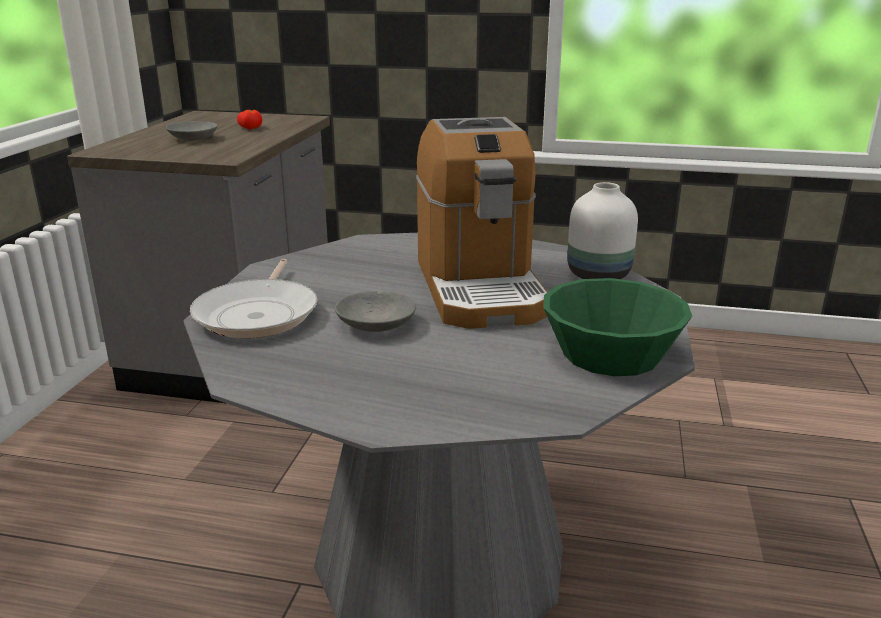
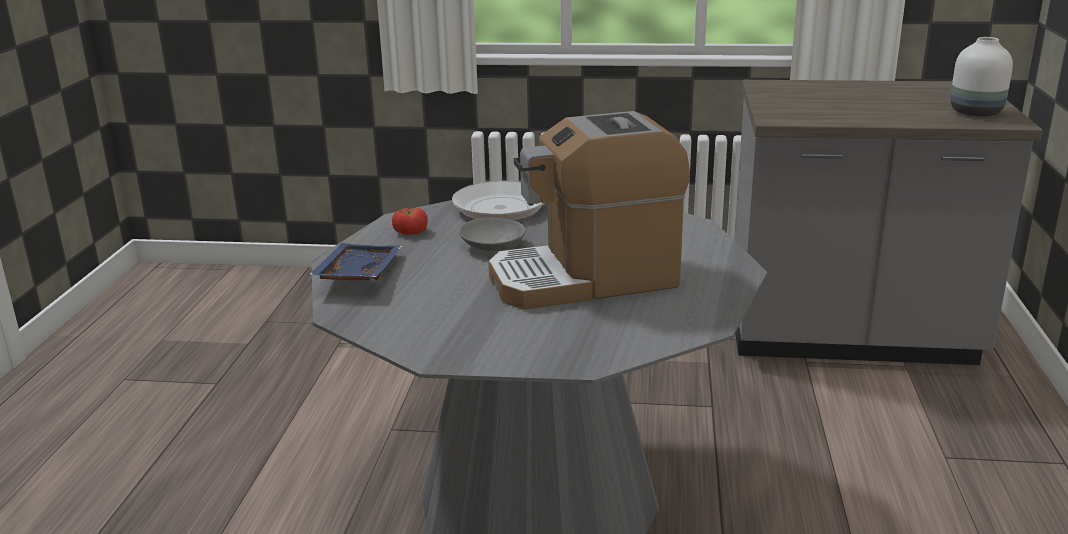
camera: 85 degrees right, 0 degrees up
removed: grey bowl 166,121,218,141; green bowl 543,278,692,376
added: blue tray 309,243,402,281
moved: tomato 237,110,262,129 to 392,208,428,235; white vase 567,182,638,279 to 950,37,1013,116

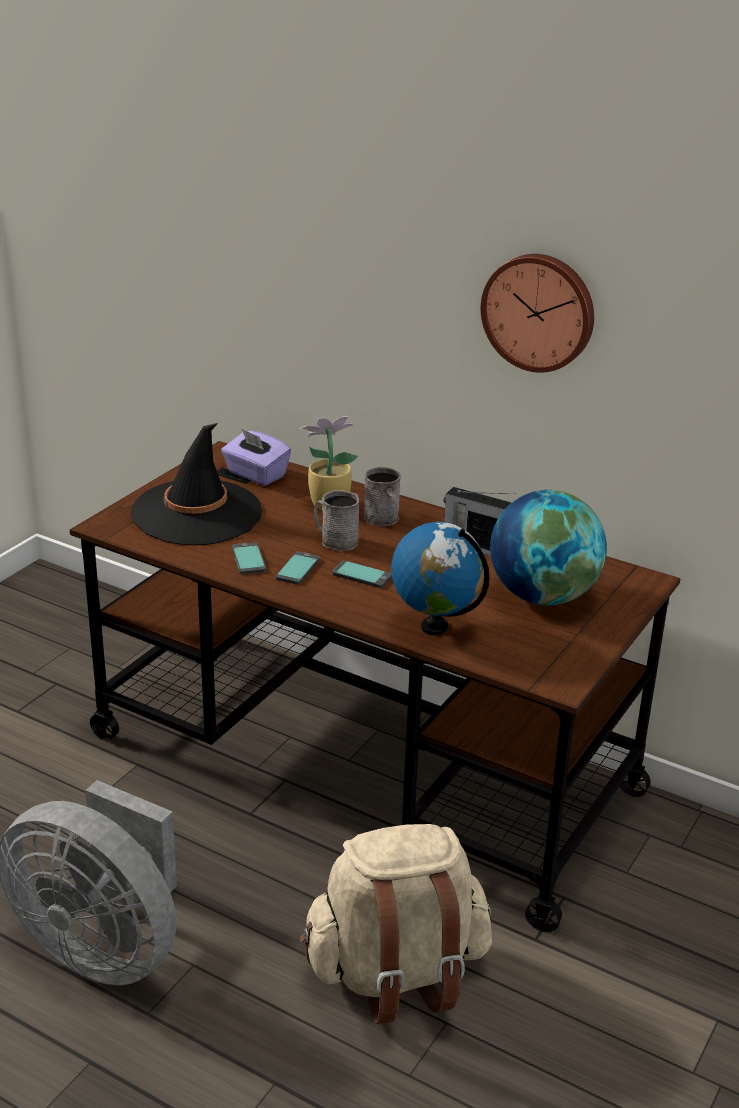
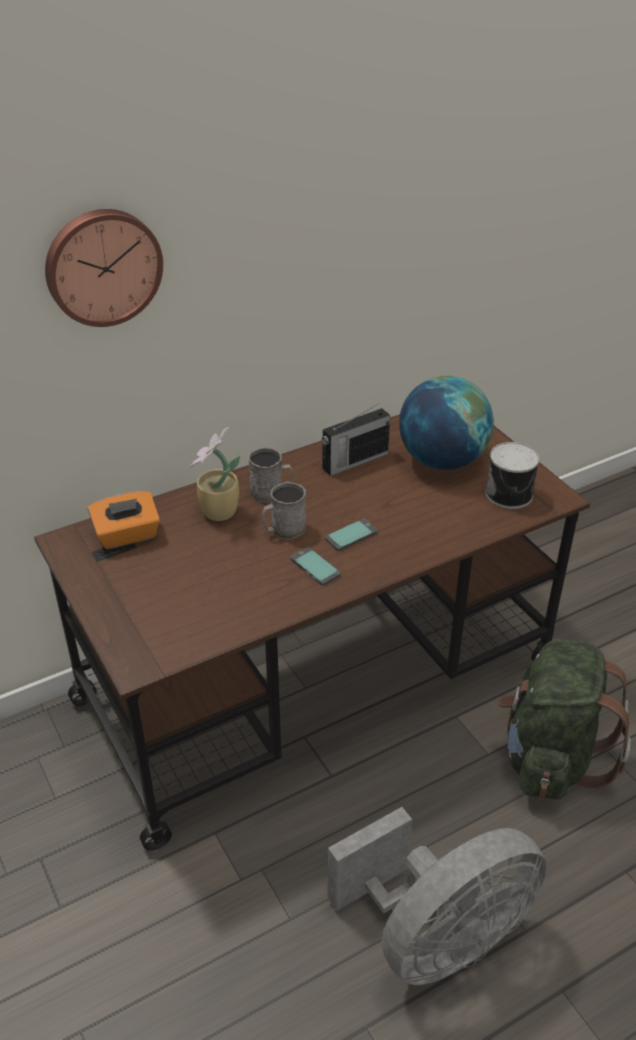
camera: 60 degrees left, 10 degrees up
removed: black hat 131,423,262,545; phone 232,542,266,574; globe 391,522,490,635
added: can 485,442,539,509
moved: wall clock 481,254,594,373 to 45,209,163,327
recoloured: purple tissue box 221,428,291,486 to orange tissue box 88,491,160,549; beige backpack 300,824,492,1024 to green backpack 499,639,631,800

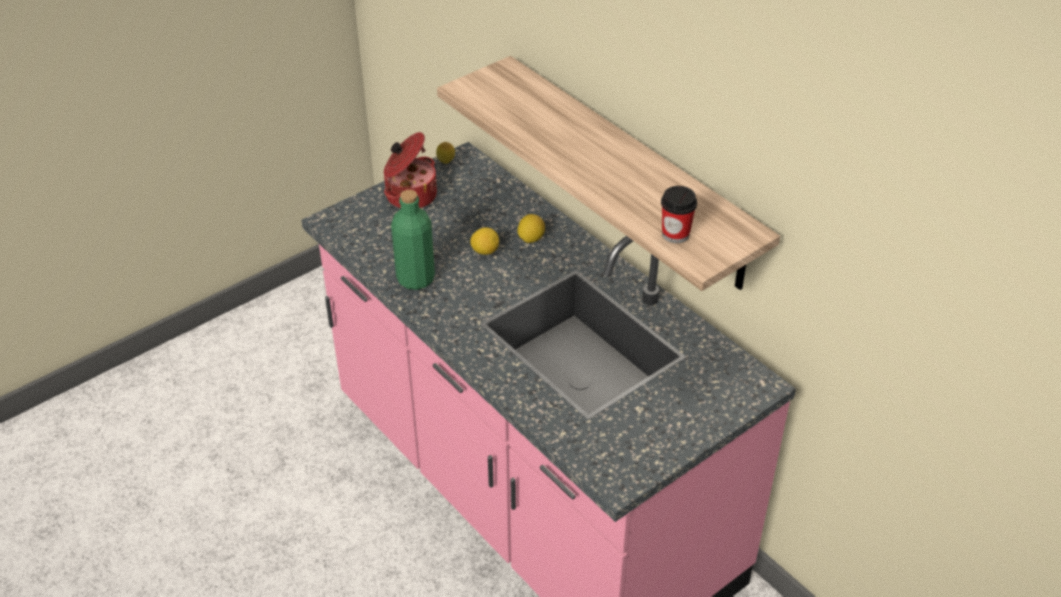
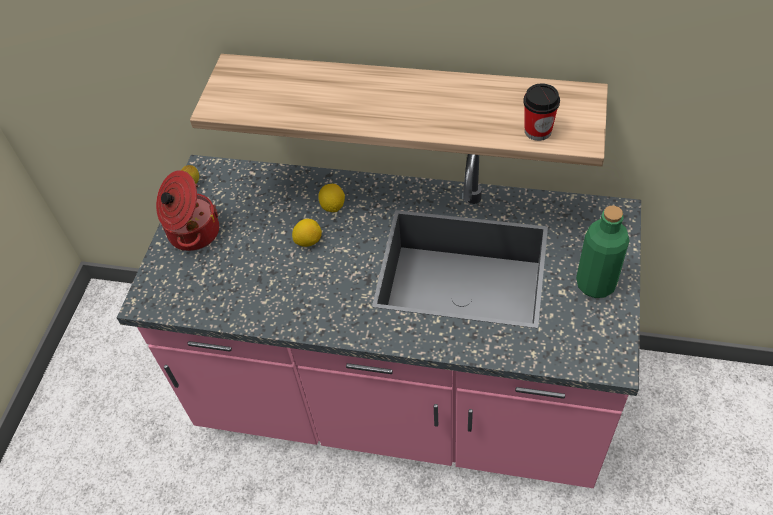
camera: 35 degrees left, 10 degrees up
moved: green bottle 391,190,435,290 to 576,205,630,298

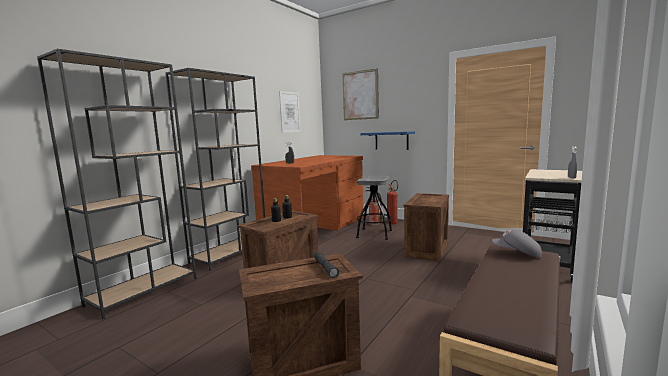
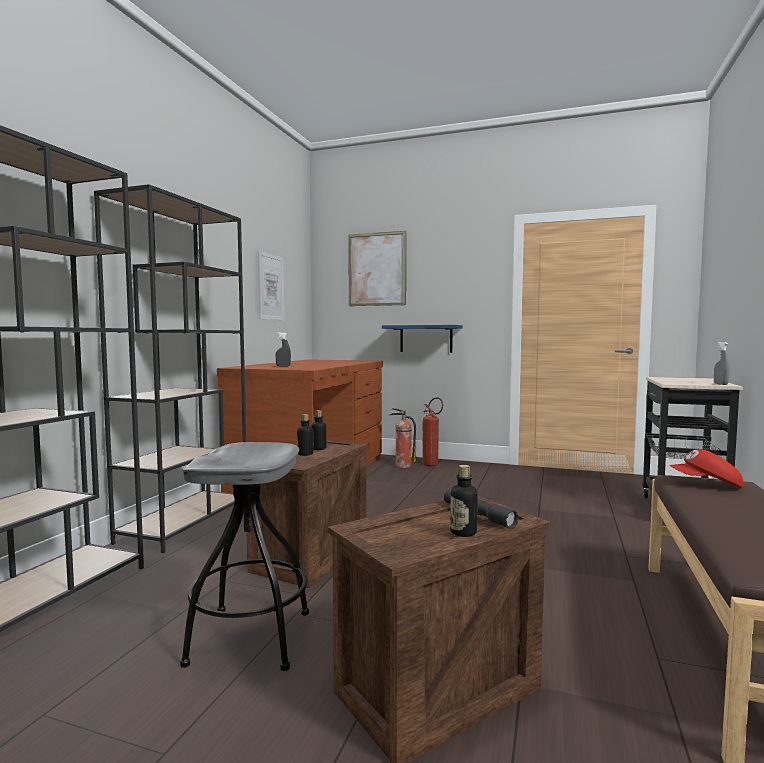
camera: 15 degrees left, 5 degrees down
removed: crate 404,193,449,262
added: bottle 450,465,477,537
moved: grey stool 356,175,392,240 to 180,442,309,671
recoloured: grey cap 492,229,542,258 to red cap 669,450,744,488

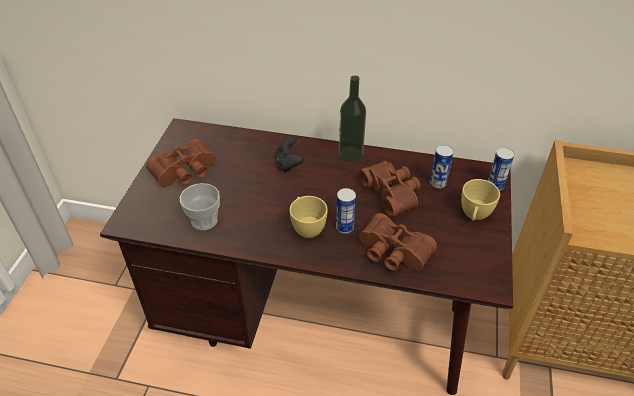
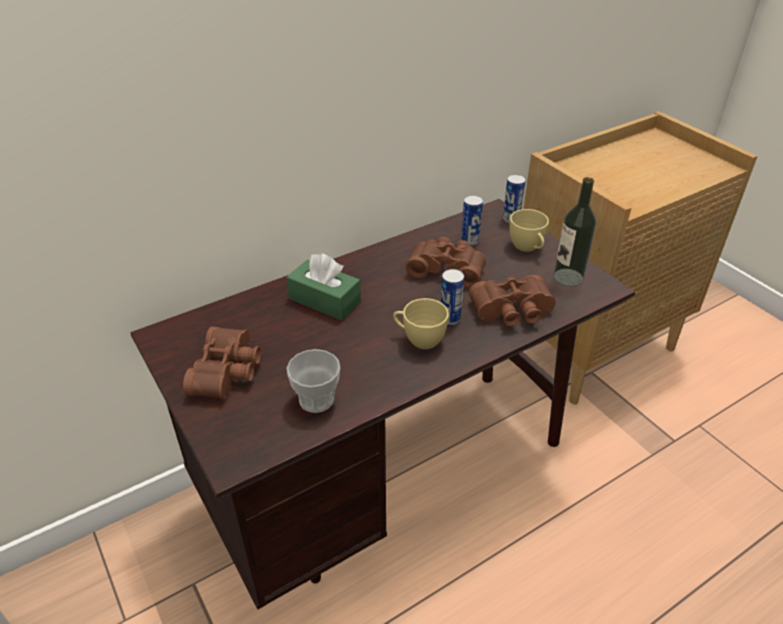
camera: 45 degrees left, 5 degrees down
moved: bottle 339,75,366,162 to 553,177,596,287
replaced: black game controller 275,136,304,173 to green tissue box 287,253,361,320

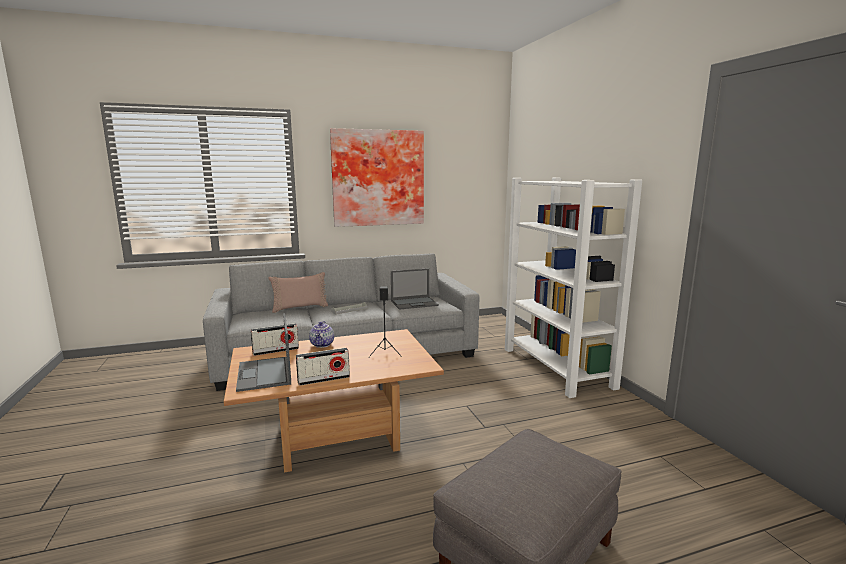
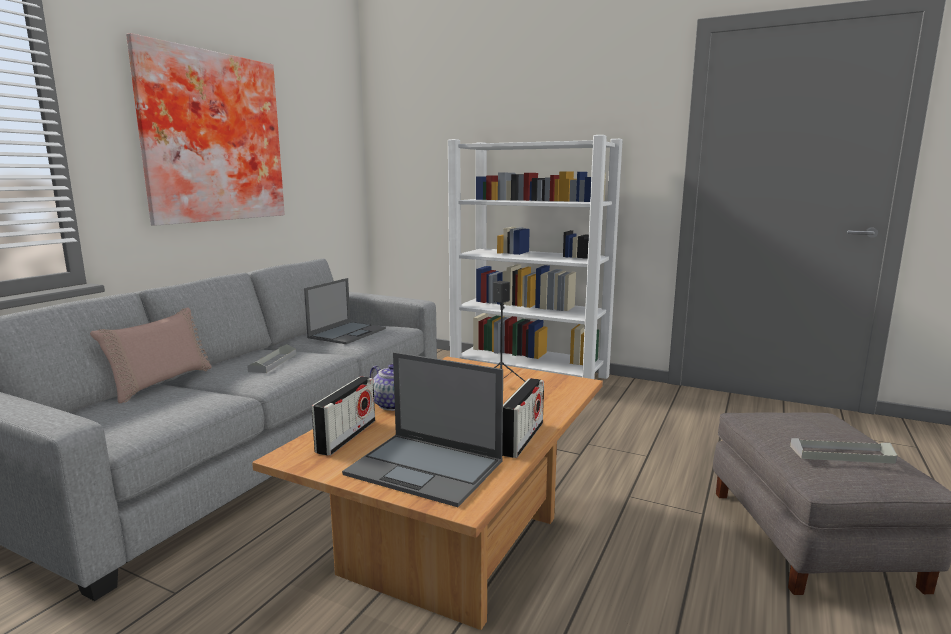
camera: 45 degrees left, 0 degrees up
added: grey tray 790,438,897,464

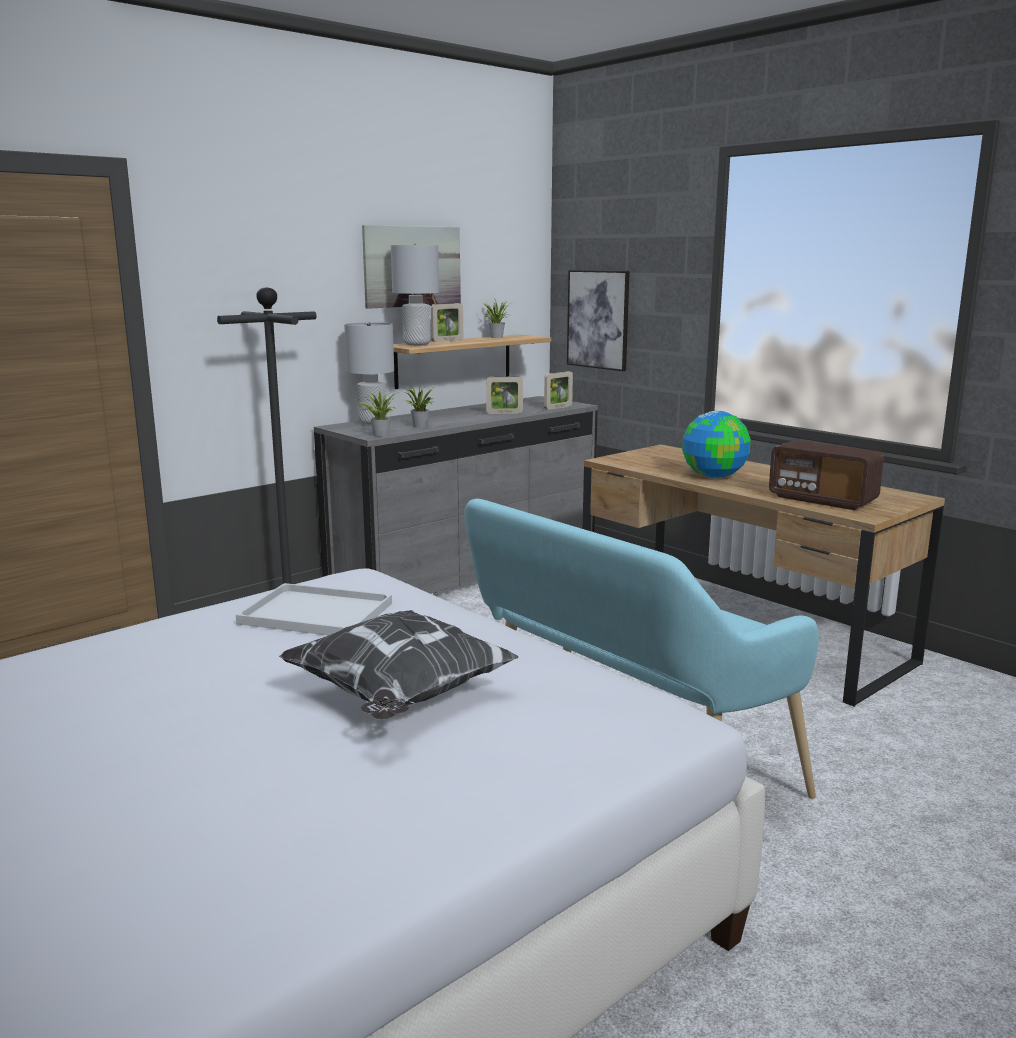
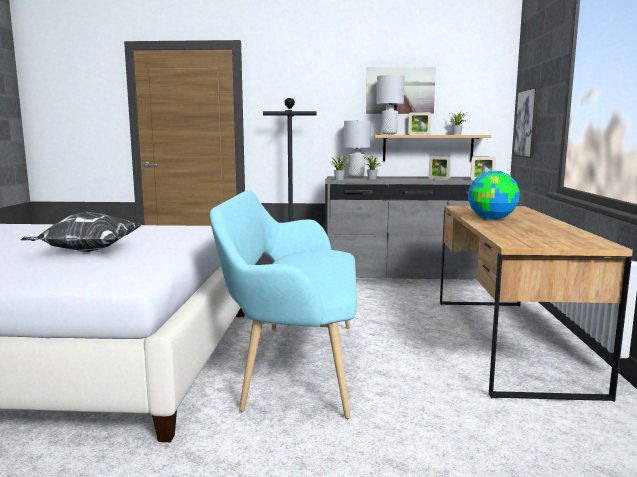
camera: 45 degrees right, 5 degrees down
removed: white tray 236,583,392,635; radio 769,440,884,510

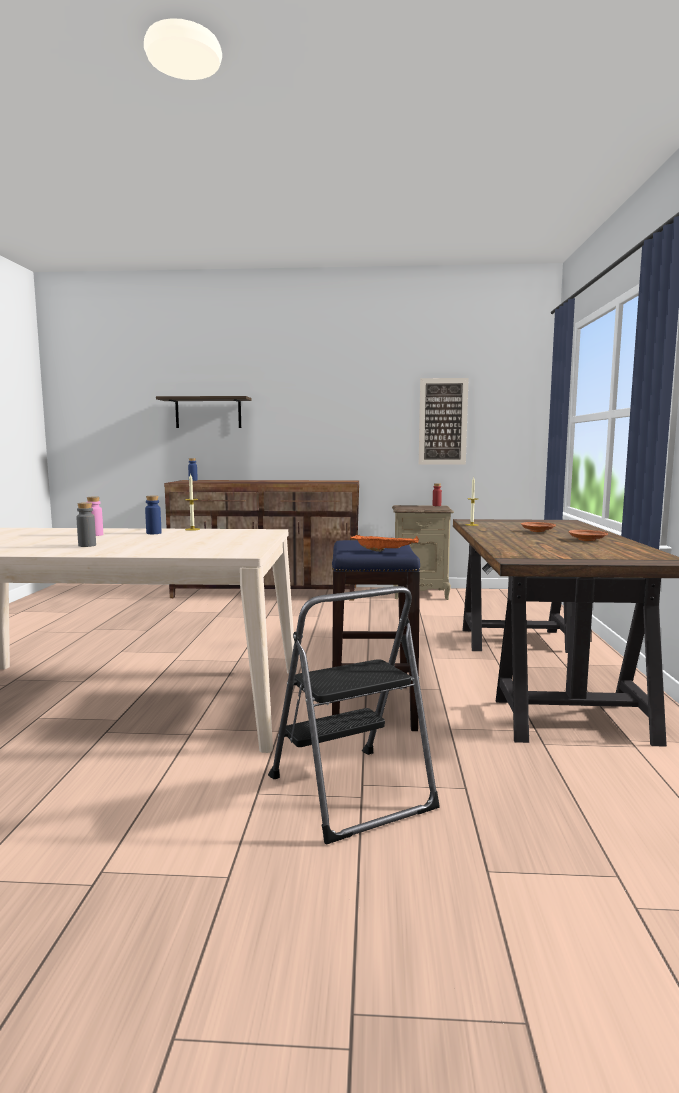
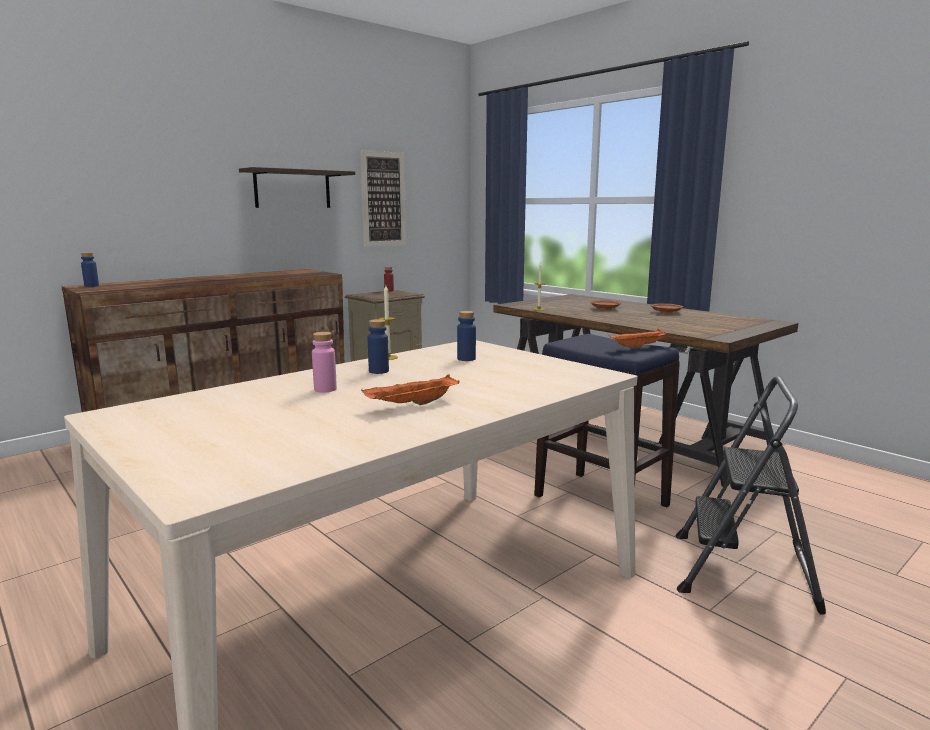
camera: 45 degrees left, 5 degrees up
added: blue bottle 457,311,476,361
moved: shelf 156,396,252,428 to 239,167,355,208
replaced: grey bottle 76,502,96,547 to orange tray 361,374,459,405

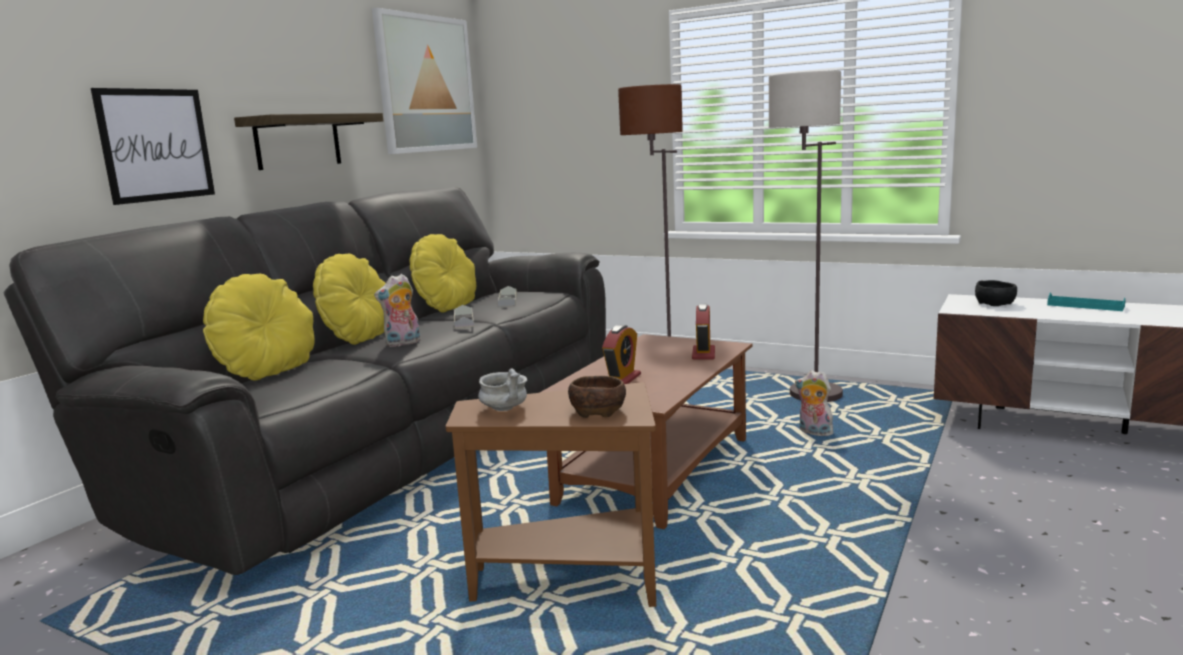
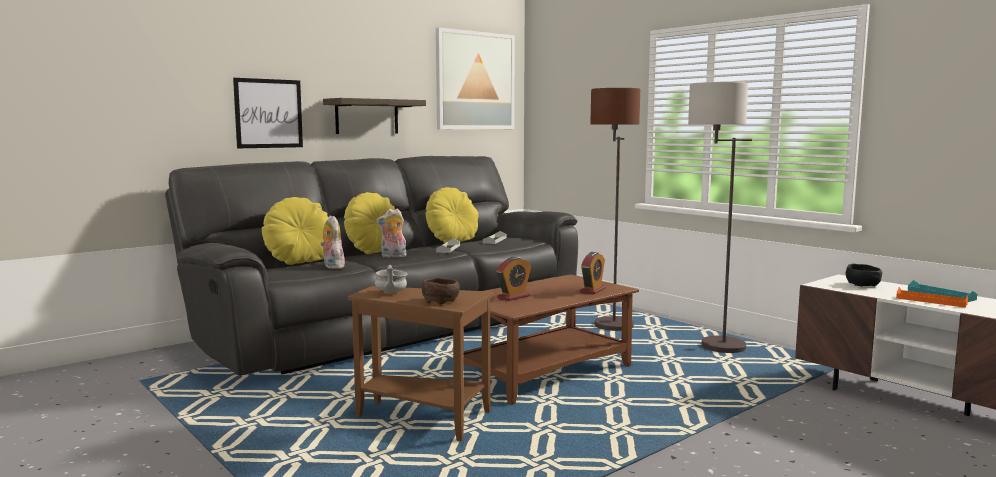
camera: 20 degrees right, 5 degrees down
added: orange tray 896,287,968,308
moved: plush toy 795,370,833,436 to 320,215,345,269

